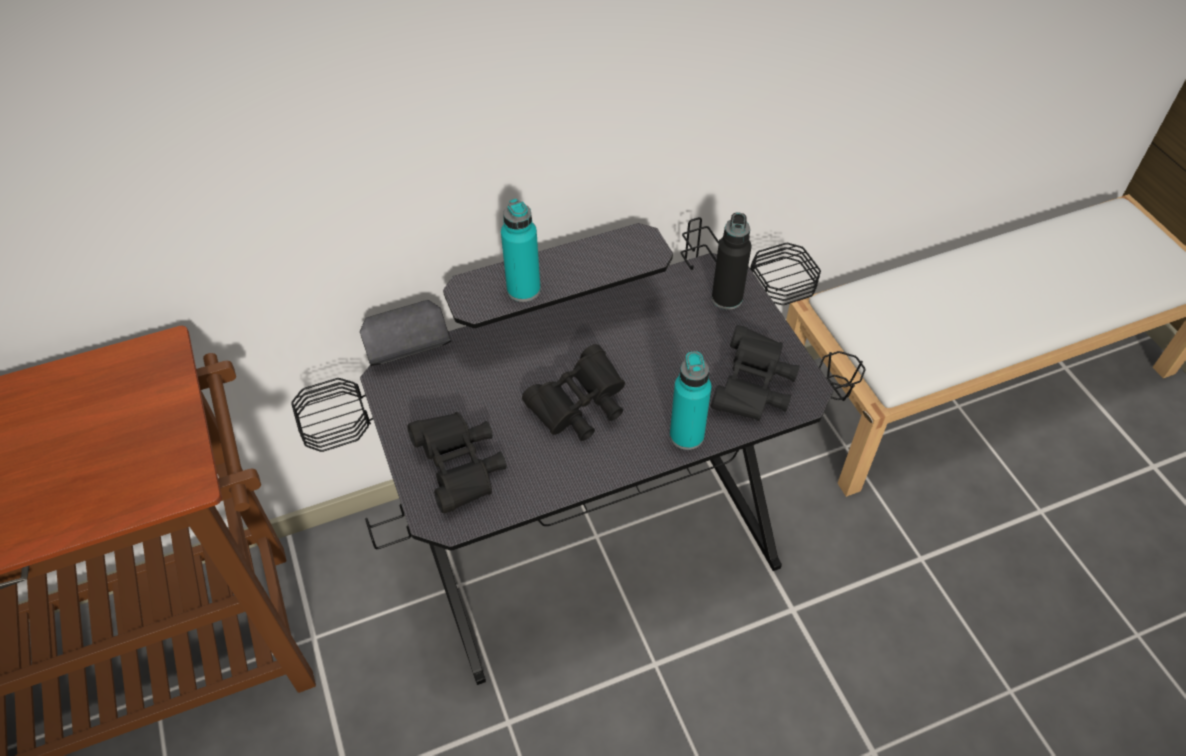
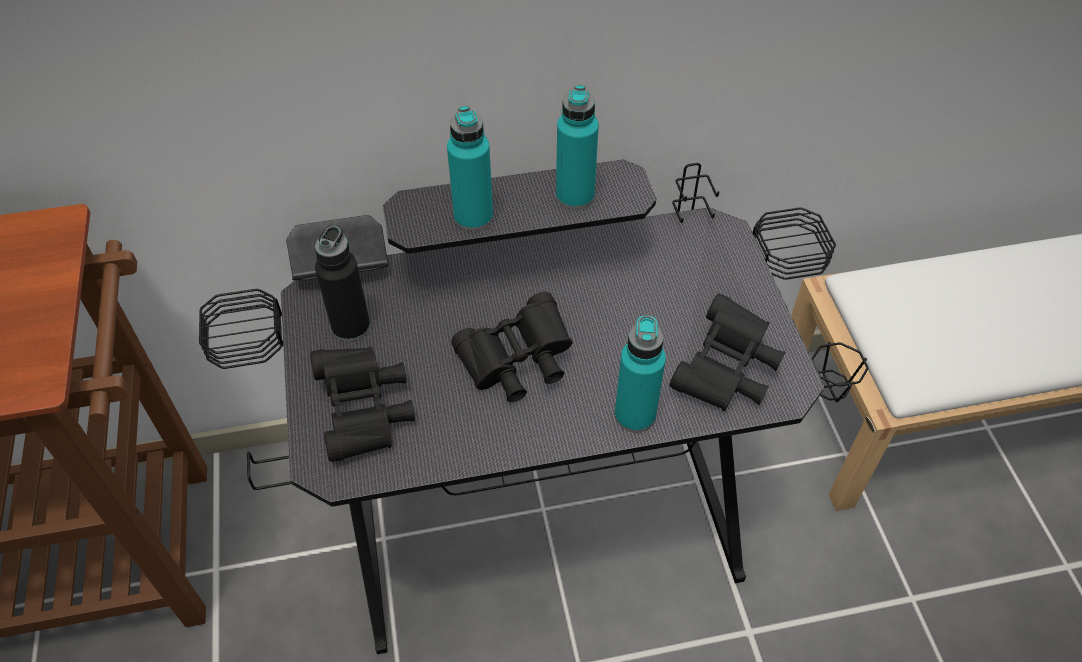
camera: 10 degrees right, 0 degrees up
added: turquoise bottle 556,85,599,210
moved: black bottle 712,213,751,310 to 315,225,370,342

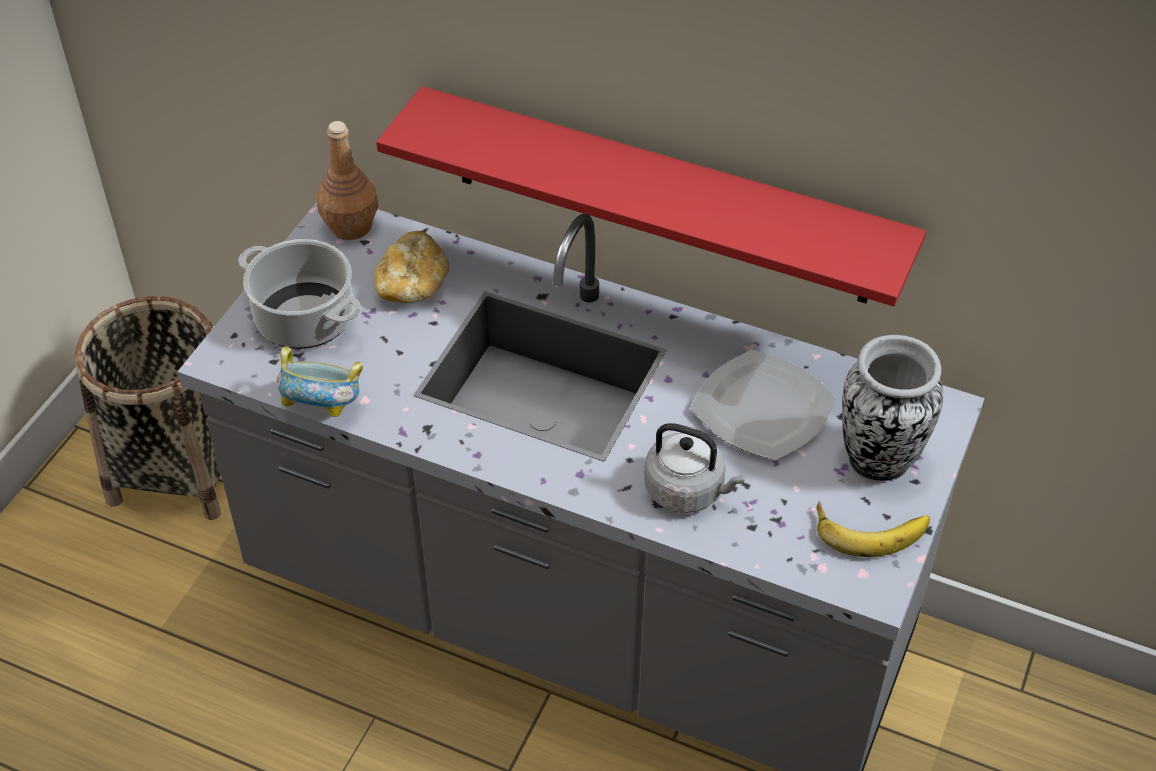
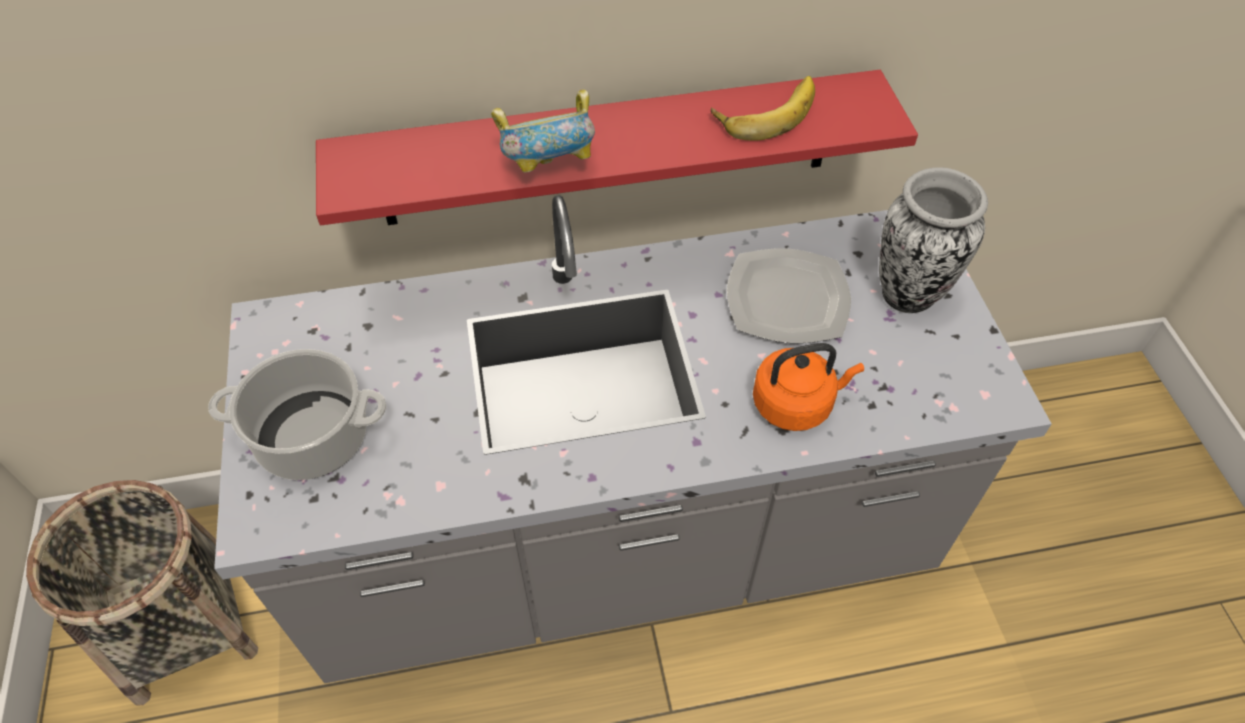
camera: 35 degrees left, 5 degrees up
removed: brown bottle 317,121,378,240; bread 374,231,449,303
moved: bowl 276,346,363,417 to 491,90,595,173; banana 817,501,930,557 to 711,76,815,141
recoloured: grey kettle 644,423,745,513 to orange kettle 753,343,864,431

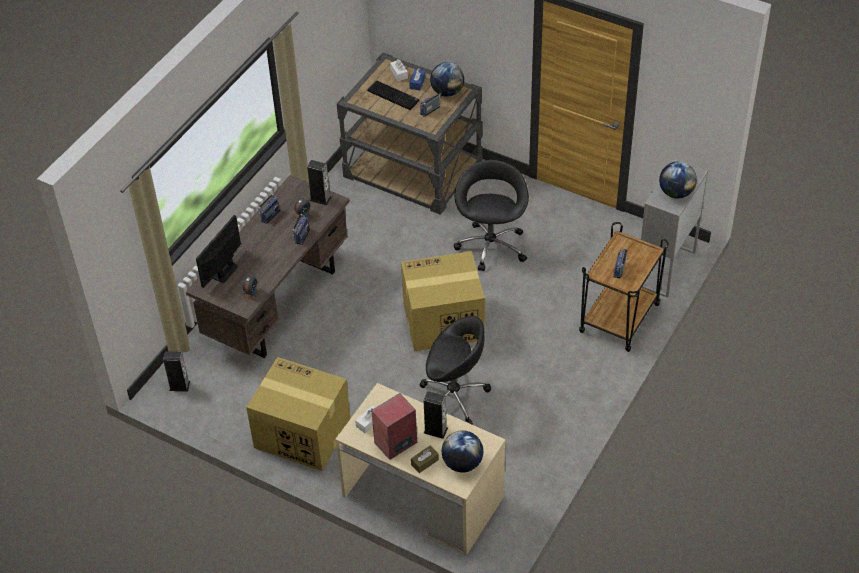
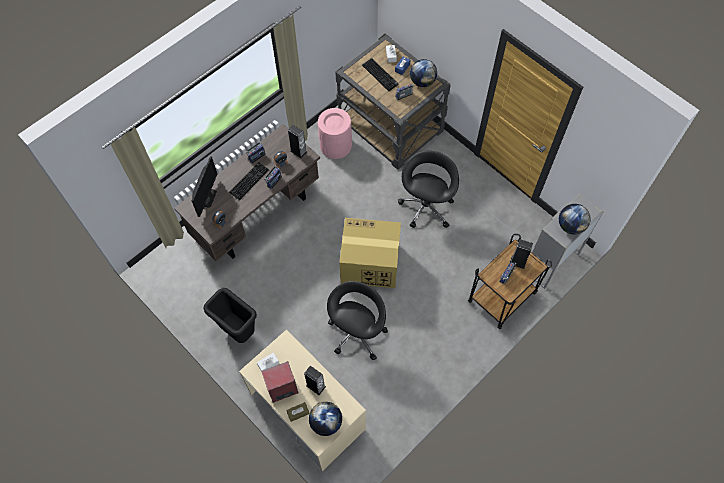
camera: 15 degrees right, 15 degrees up
added: keyboard 229,162,269,200; pink trash can 318,108,352,159
moved: speaker 163,351,190,392 to 510,239,533,269
replaced: cardboard box 246,357,351,471 to black trash can 203,288,257,343
turned: monitor 196,215,241,288 = 192,156,217,217 150 degrees clockwise; black office chair 420,316,491,425 = 327,281,388,360 90 degrees counterclockwise

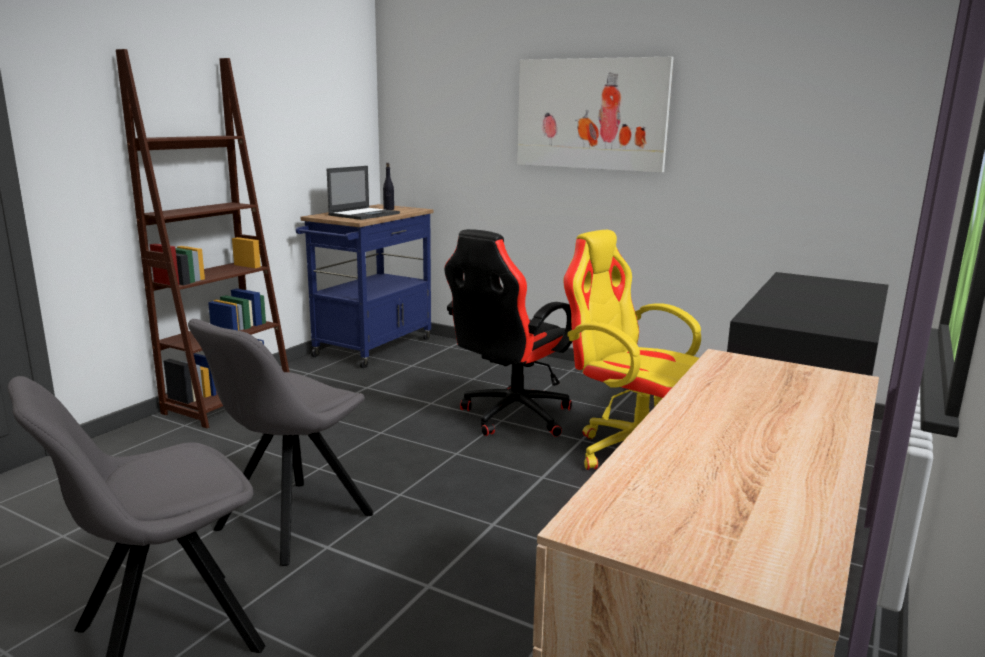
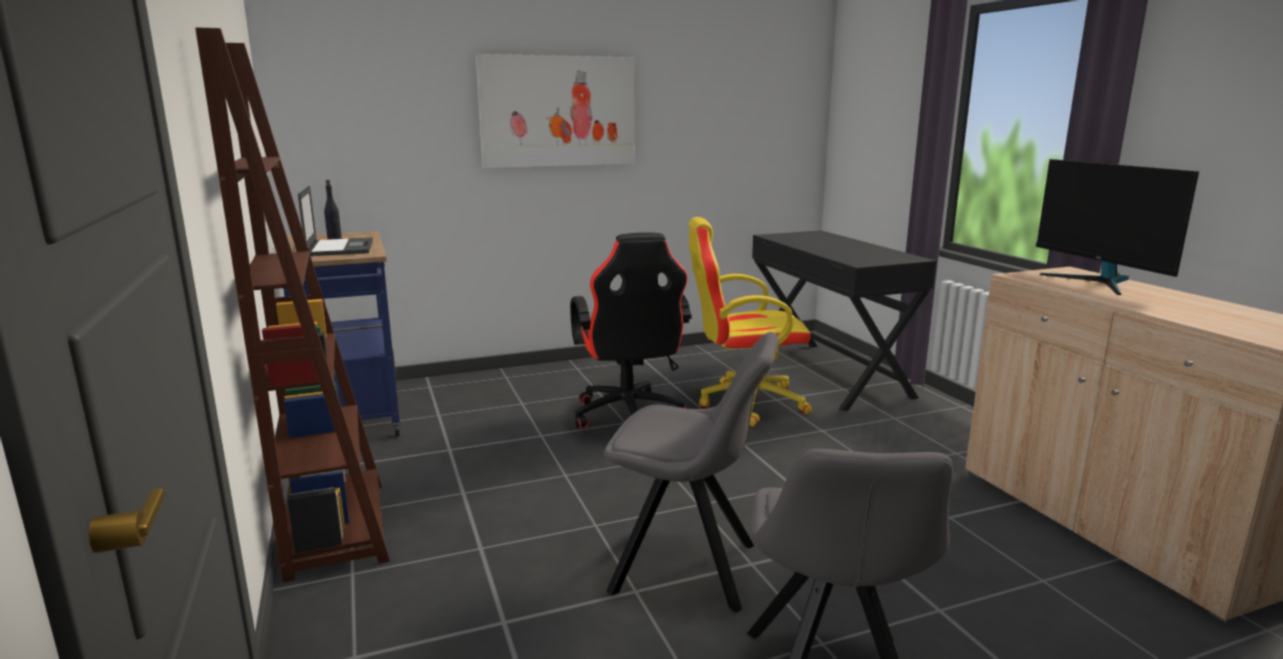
camera: 50 degrees left, 0 degrees up
added: monitor 1036,159,1199,295
turned: grey chair 188,319,373,566 = 604,332,779,612 60 degrees counterclockwise

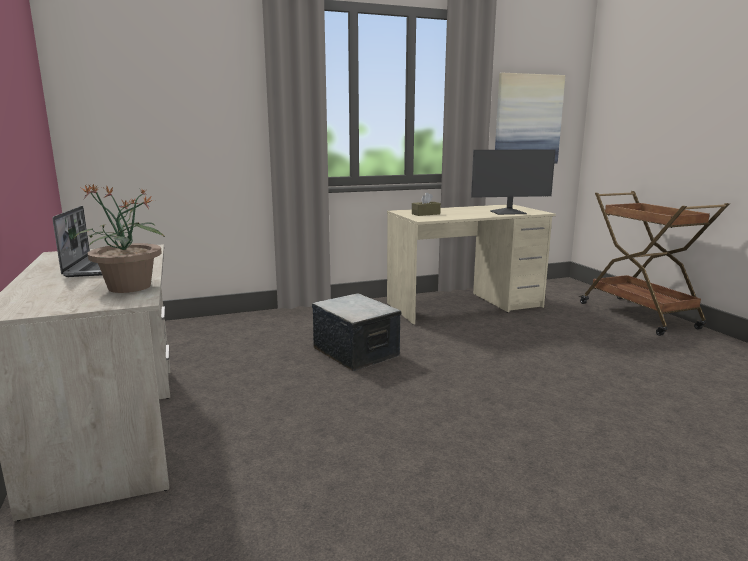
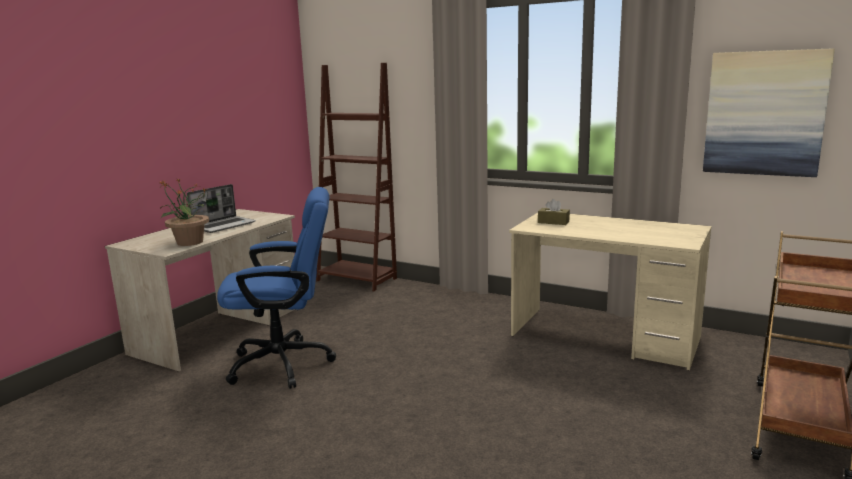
camera: 50 degrees right, 0 degrees up
removed: storage box 312,293,402,371; monitor 471,149,556,215
added: blue office chair 217,187,336,389; brown bookcase 316,63,397,291

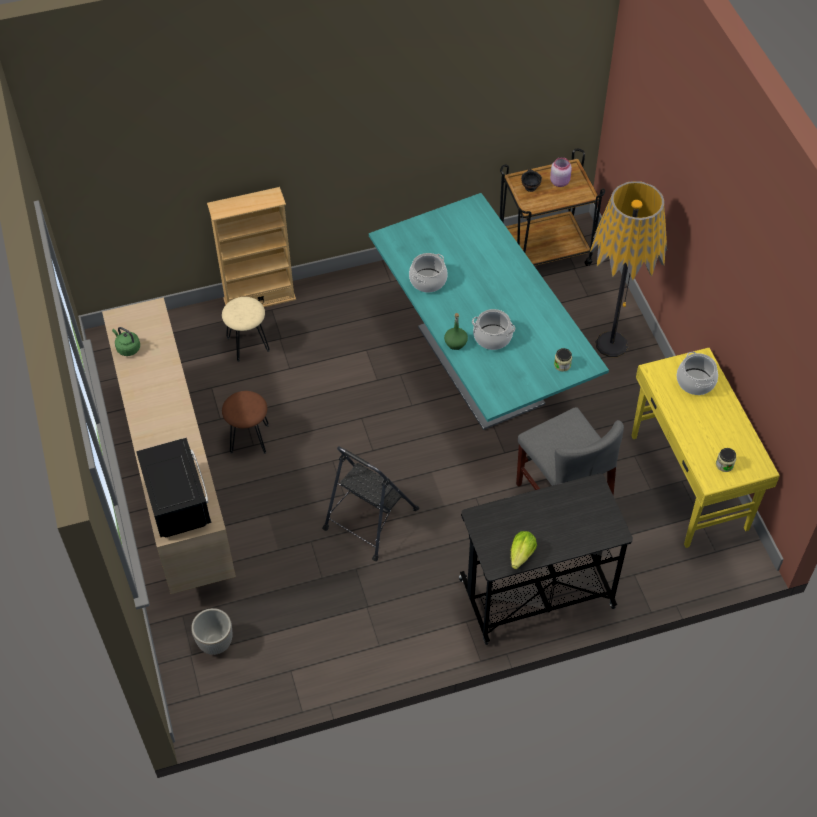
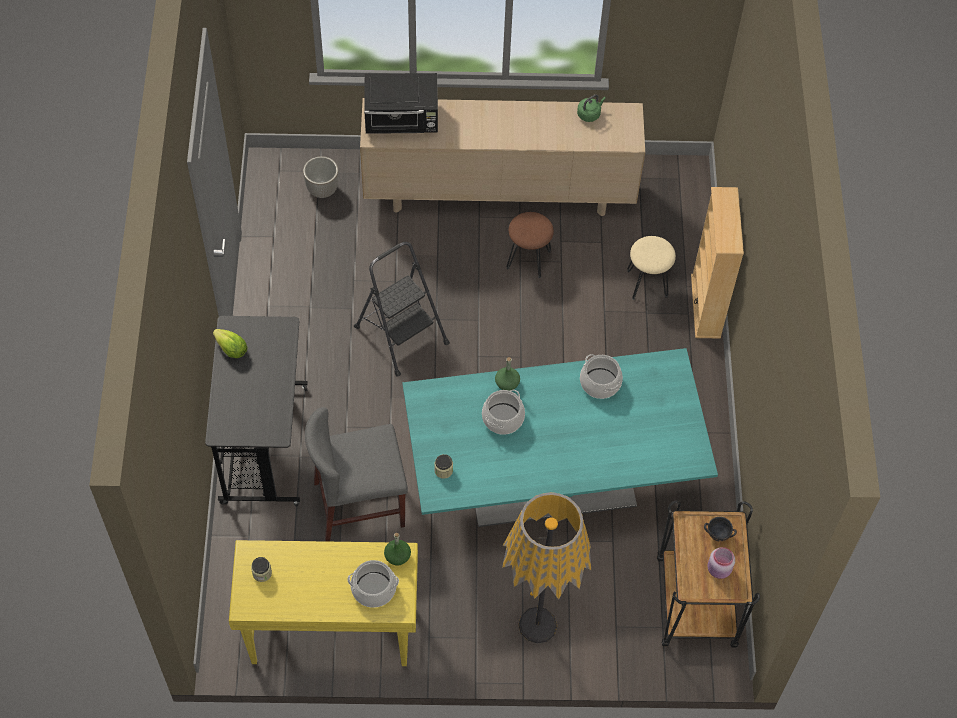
camera: 105 degrees right, 5 degrees up
added: green bottle 384,533,411,566

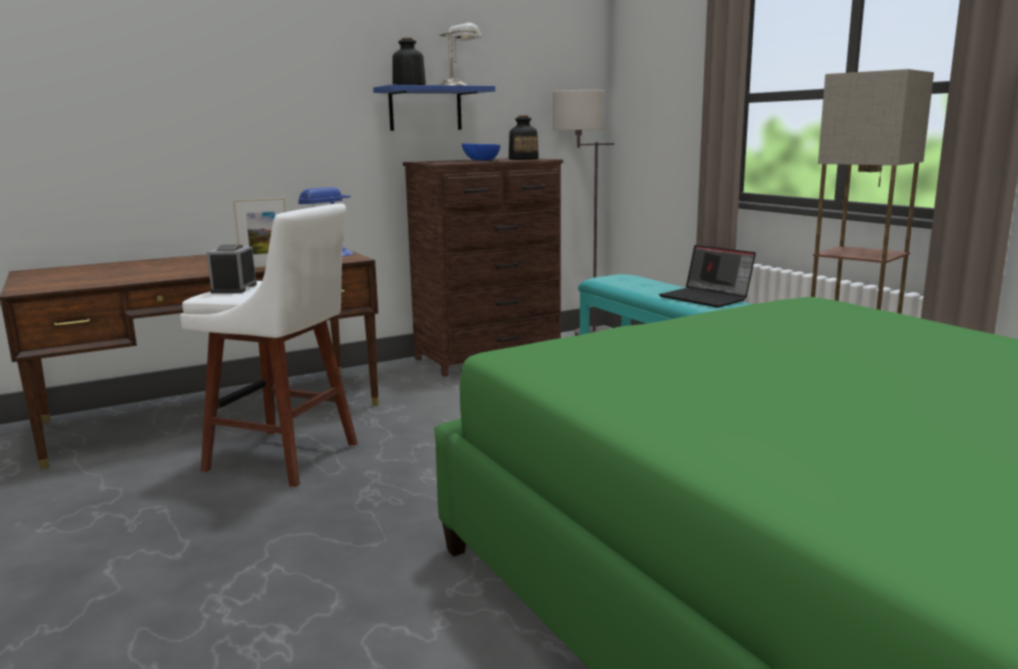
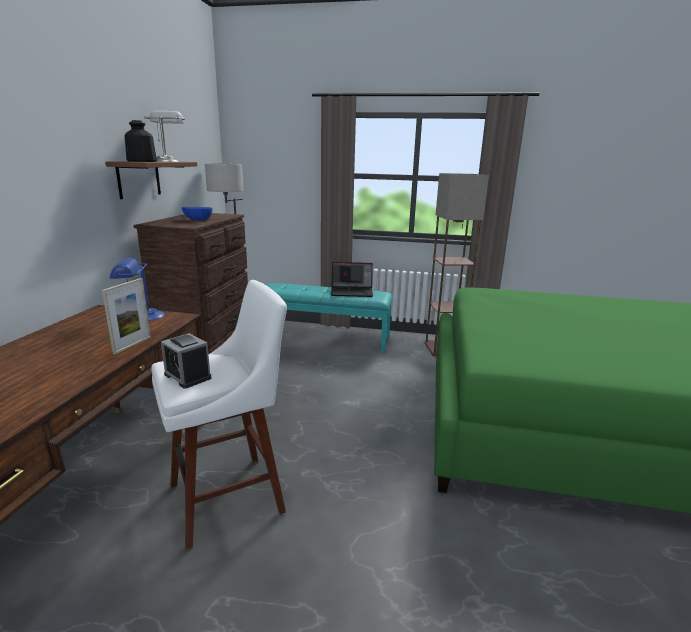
camera: 50 degrees left, 5 degrees up
removed: bottle 509,115,539,160
recoloured: blue shelf 373,85,495,131 to brown shelf 105,161,197,199

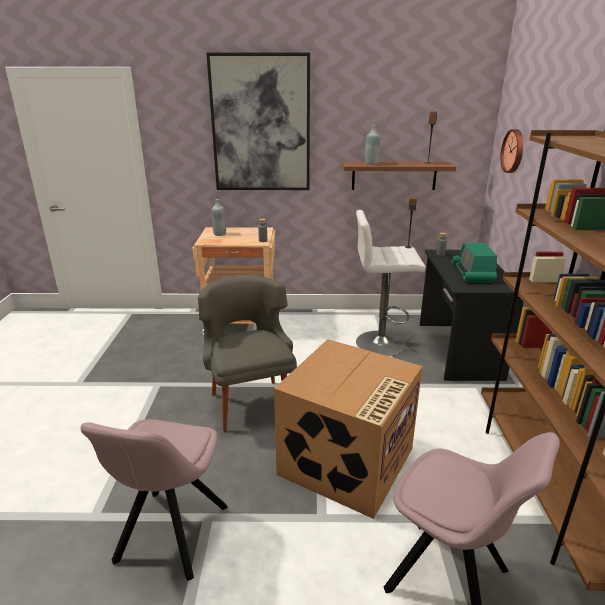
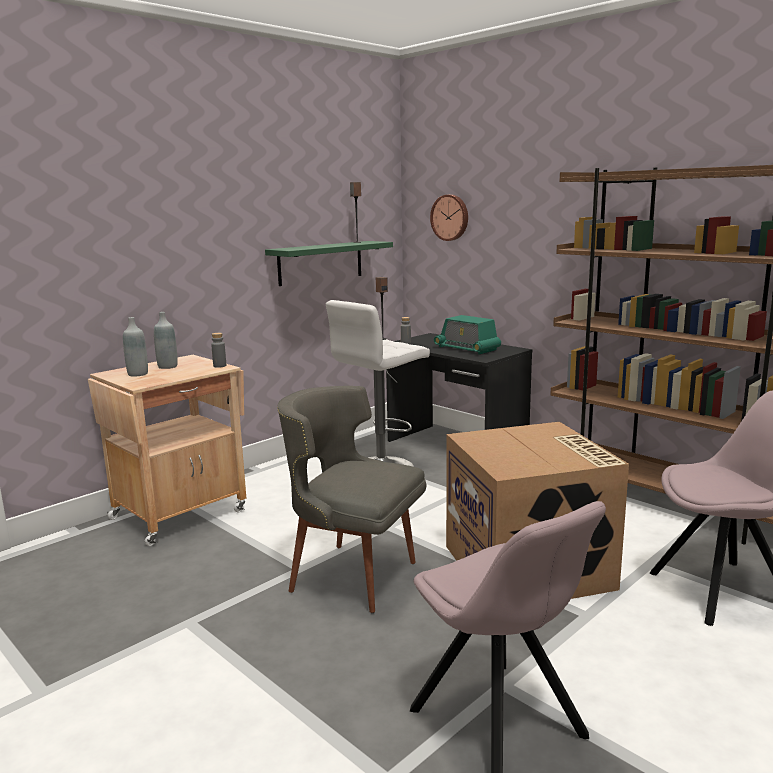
camera: 45 degrees left, 10 degrees down
removed: picture 206,52,310,190
moved: grey bottle 365,125,380,165 to 154,312,178,369
recoloured: brown shelf 342,161,456,190 to green shelf 265,241,393,286

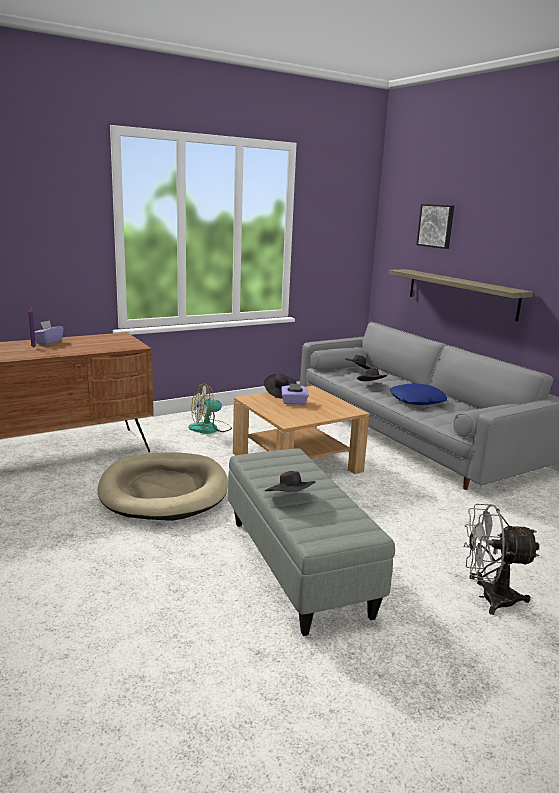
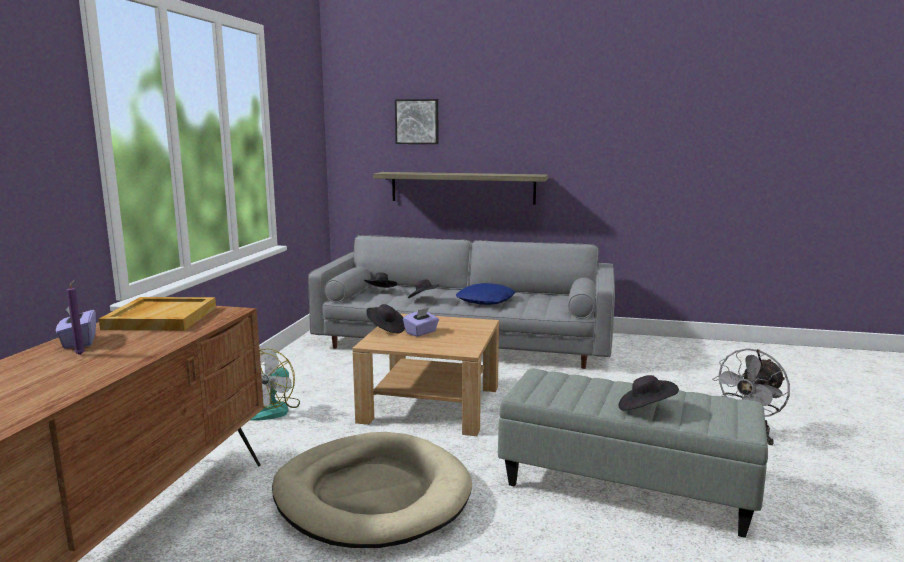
camera: 45 degrees left, 5 degrees down
added: beige tray 99,297,216,331

